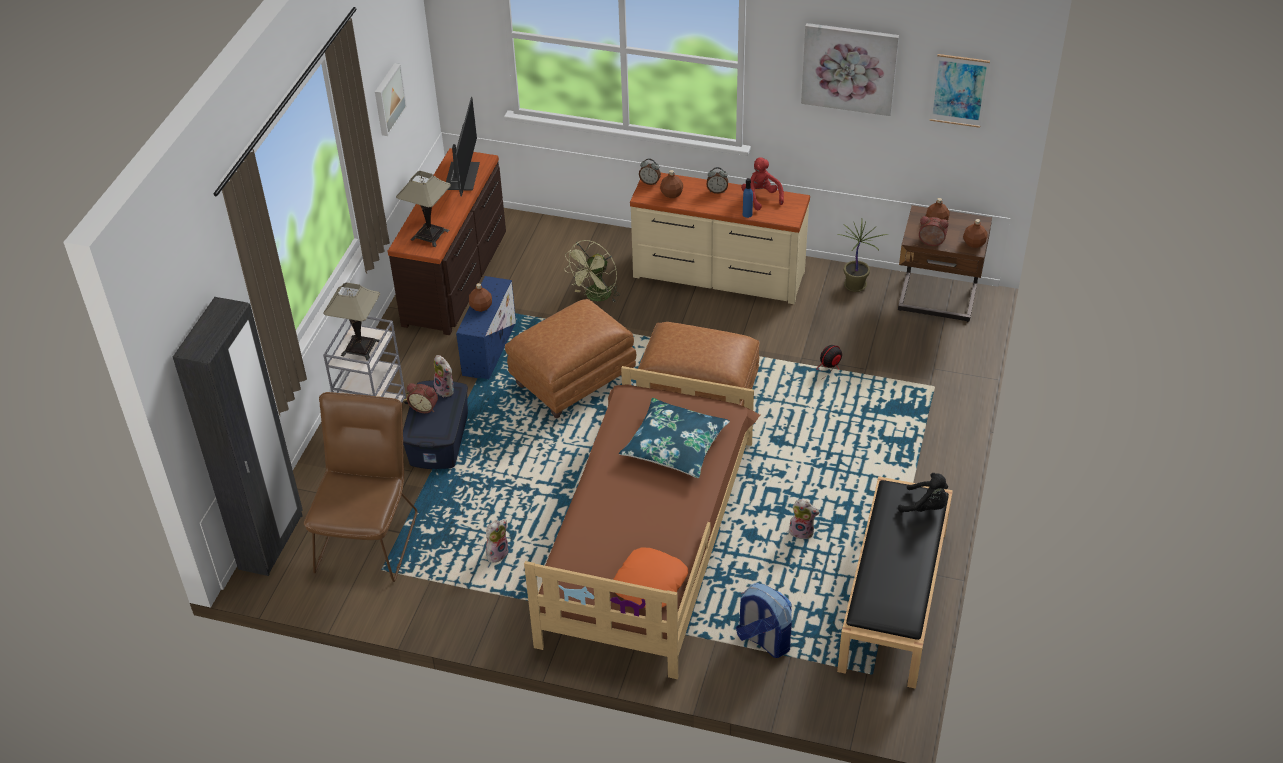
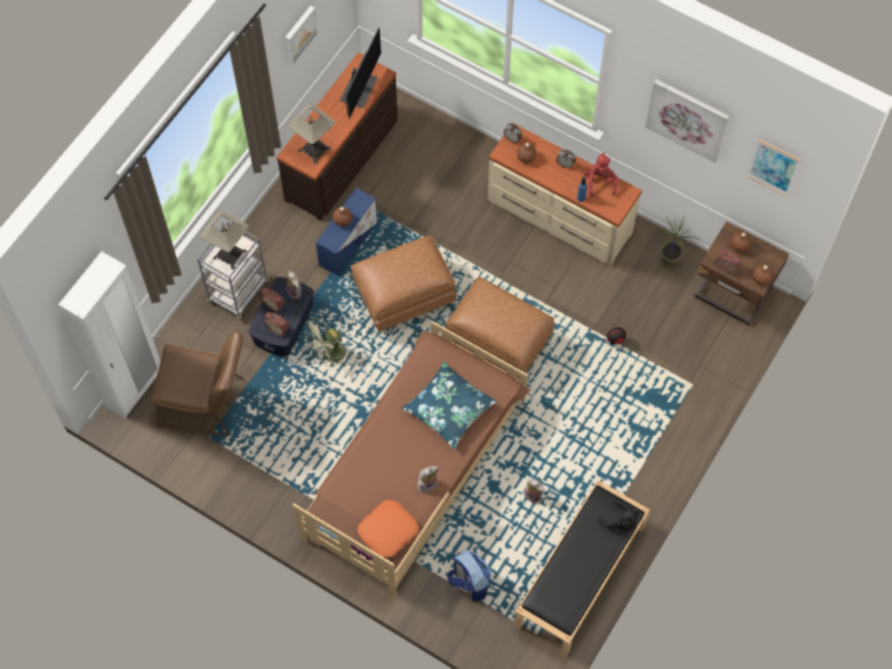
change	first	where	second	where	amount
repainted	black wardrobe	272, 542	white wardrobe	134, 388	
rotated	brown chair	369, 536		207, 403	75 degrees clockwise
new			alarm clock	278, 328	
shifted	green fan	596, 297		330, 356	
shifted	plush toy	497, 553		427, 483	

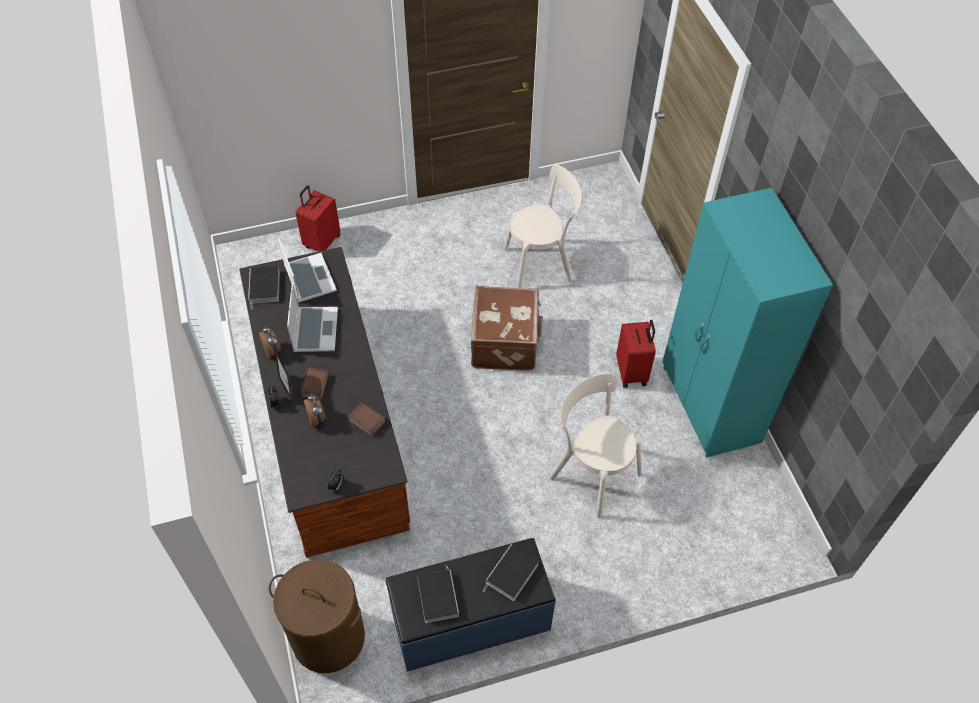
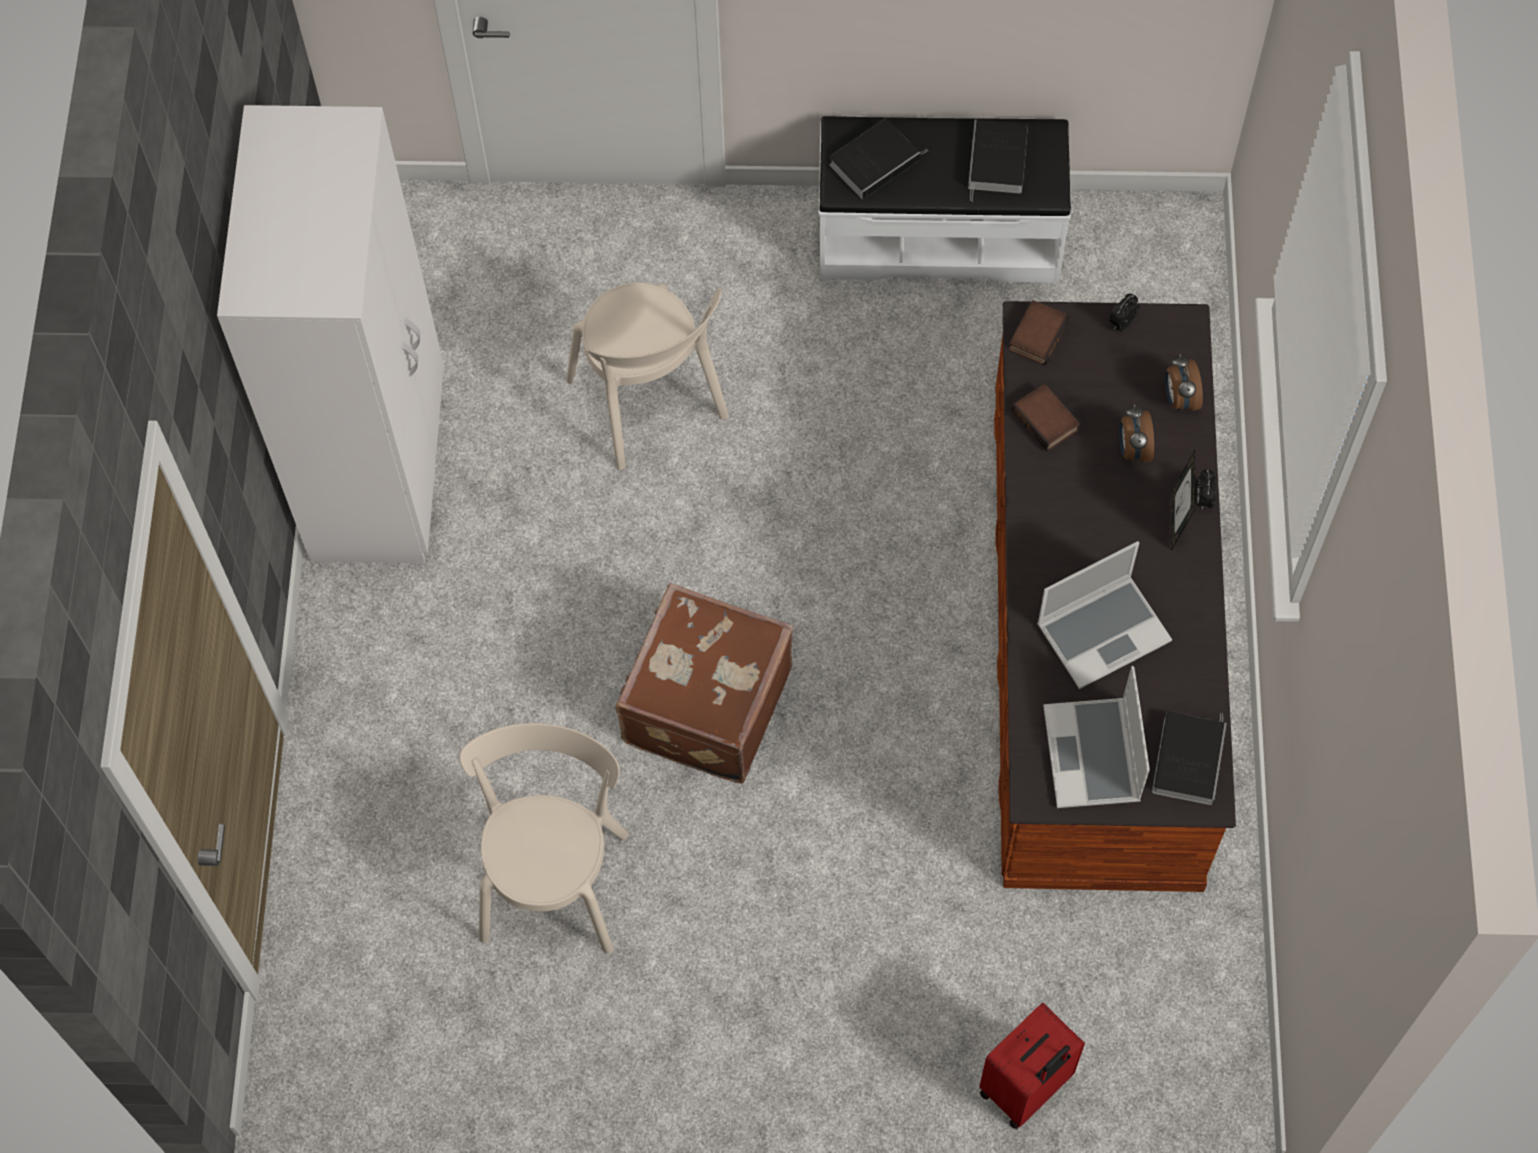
change	first	where	second	where	amount
repainted	turquoise wardrobe	709, 406	white wardrobe	380, 465	
rotated	beige chair	541, 263		555, 877	90 degrees clockwise
repainted	blue bench	471, 621	white bench	938, 234	
shifted	book	315, 386		1037, 335	
rotated	laptop	315, 330		1103, 631	135 degrees counterclockwise
shifted	alarm clock	273, 350		1179, 399	
gone	brown laundry basket	328, 637			
gone	red suitcase	632, 372			

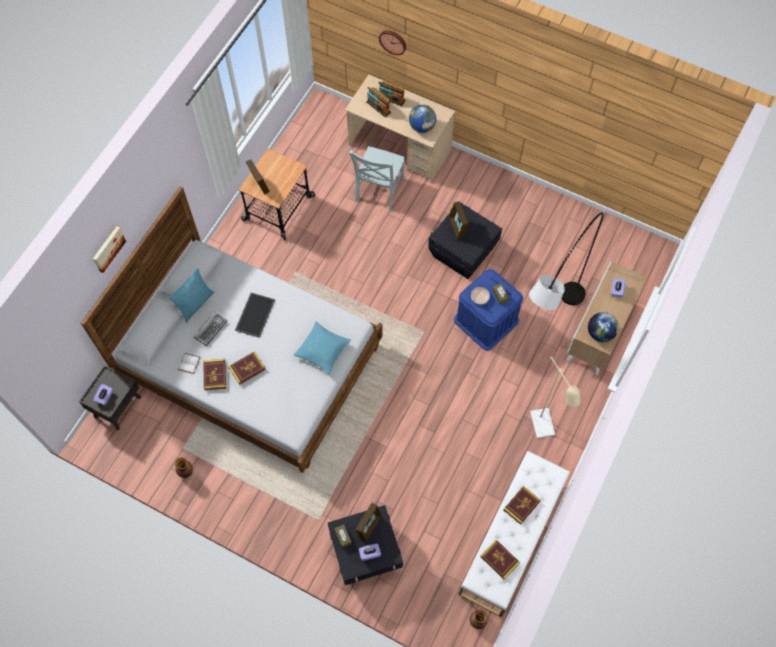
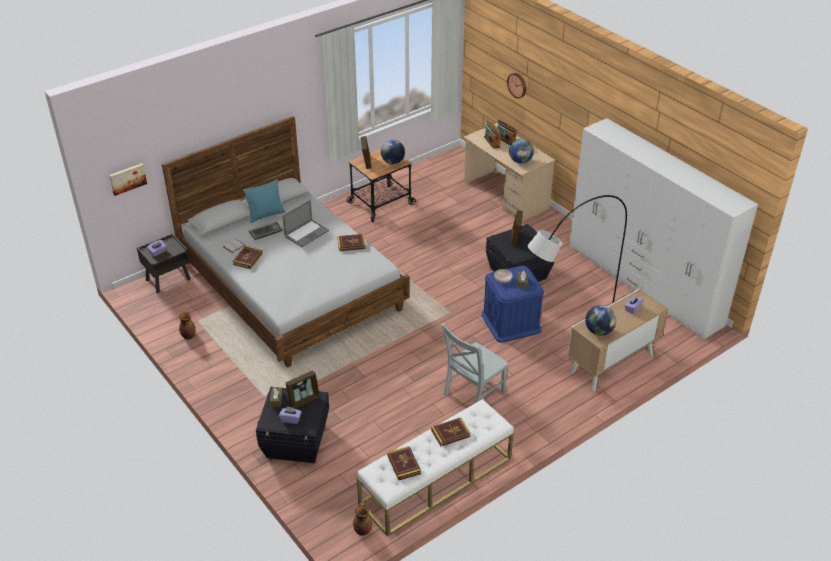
change	first	where	second	where	amount
shifted	picture	108, 248		127, 178	
swapped	tray	254, 314	laptop	306, 233	
shifted	book	247, 369		351, 244	
new			globe	393, 162	
shifted	grey chair	378, 190		472, 394	
new			white wardrobe	643, 284	
gone	turquoise pillow	322, 350			
gone	beige floor lamp	544, 429			

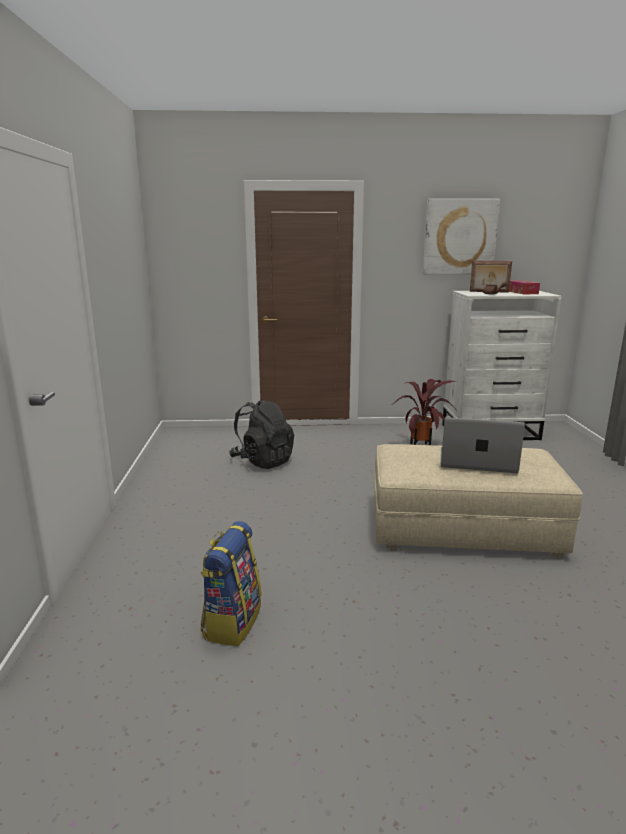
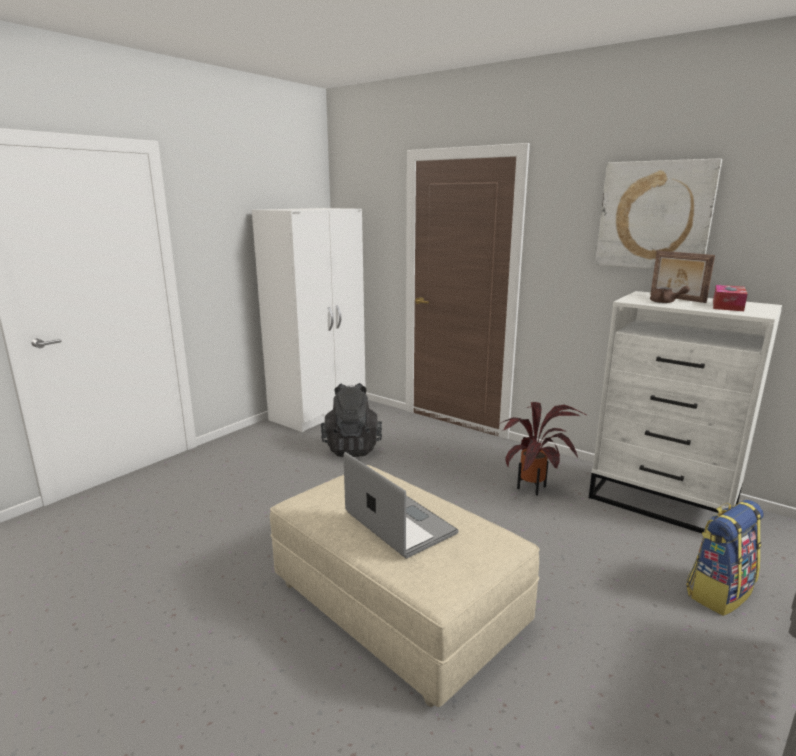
change	first	where	second	where	amount
new			white wardrobe	319, 412	
shifted	backpack	232, 621		718, 592	

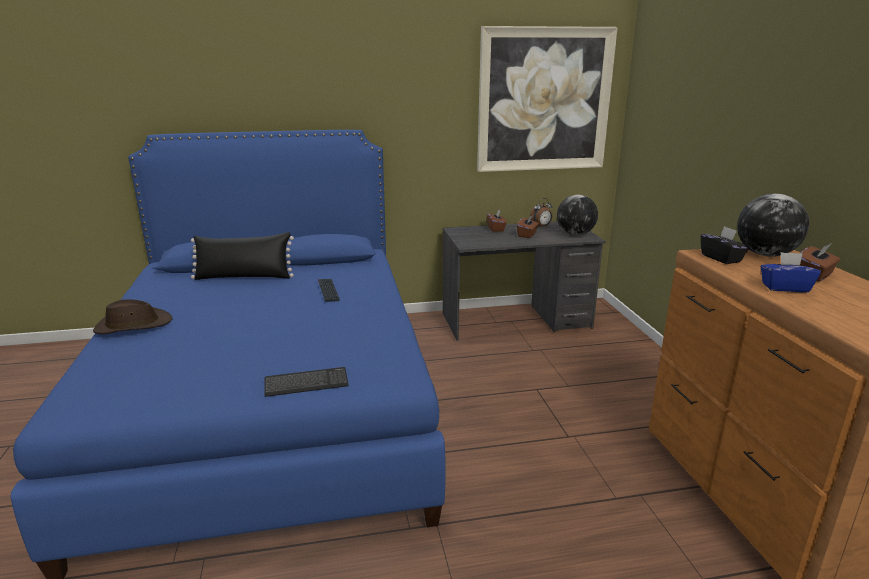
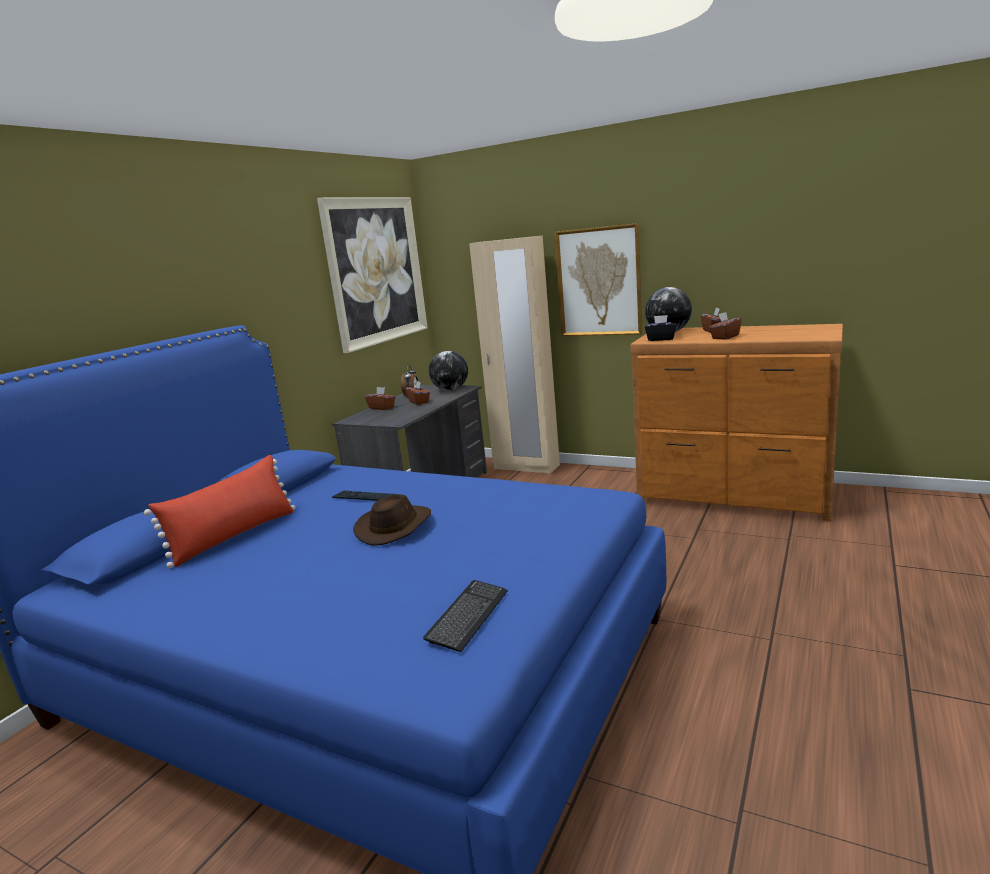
change	first	where	second	where	amount
repainted	black pillow	244, 277	red pillow	234, 536	
shifted	brown hat	133, 325		394, 527	
shifted	keyboard	306, 383		468, 616	
new			beige wardrobe	526, 467	
new			picture	599, 282	
repainted	blue tissue box	785, 287	brown tissue box	725, 337	

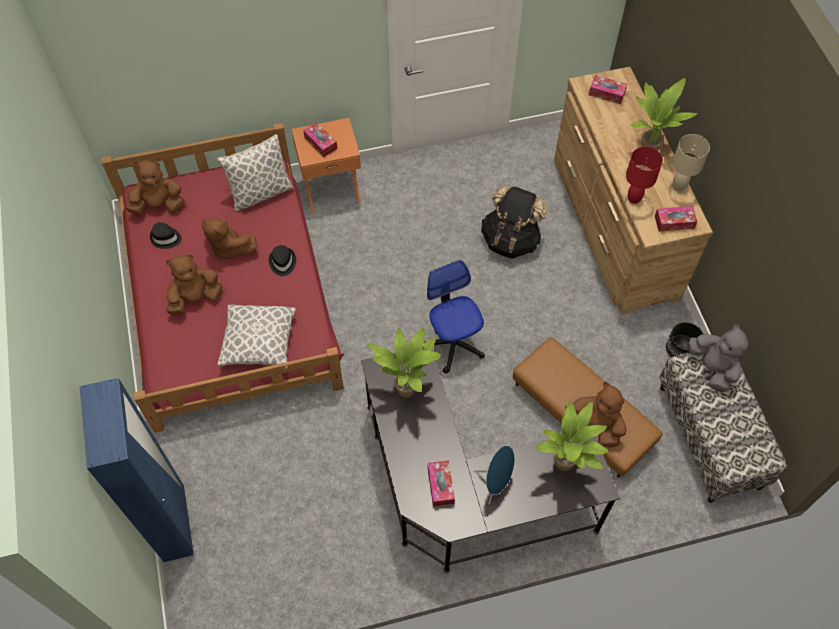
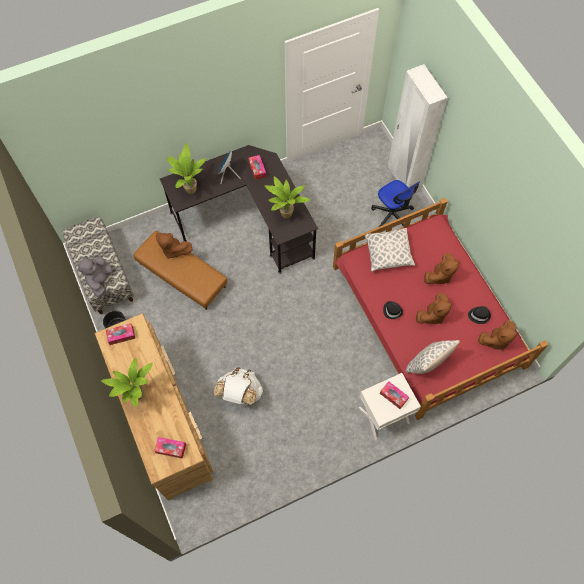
change	first	where	second	where	amount
rotated	grey plush toy	712, 368		100, 281	45 degrees clockwise
repainted	black backpack	510, 240	white backpack	240, 394	
repainted	orange nightstand	331, 188	white nightstand	384, 416	
shifted	office chair	453, 343		392, 214	
repainted	blue wardrobe	175, 524	white wardrobe	403, 179	
rotated	brown plush toy	229, 248		432, 315	120 degrees clockwise
gone	red table lamp	633, 198			
gone	beige table lamp	679, 186			

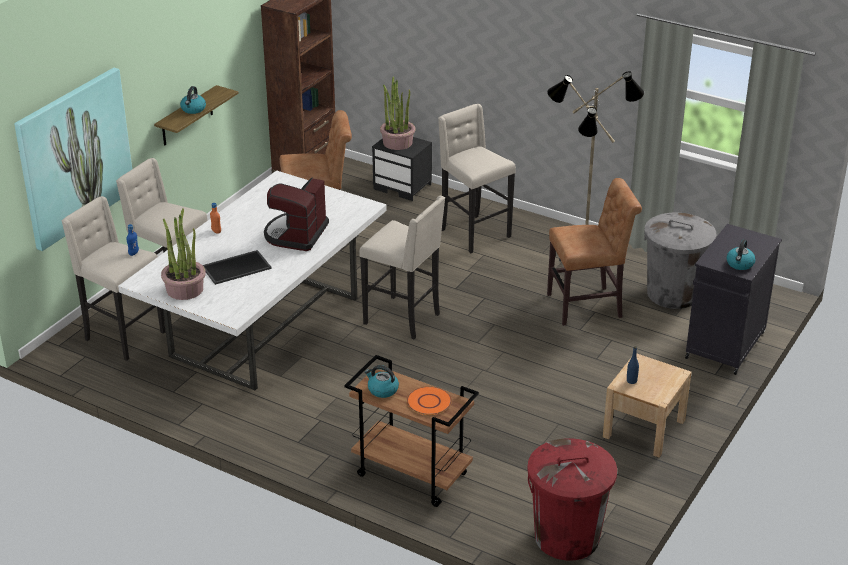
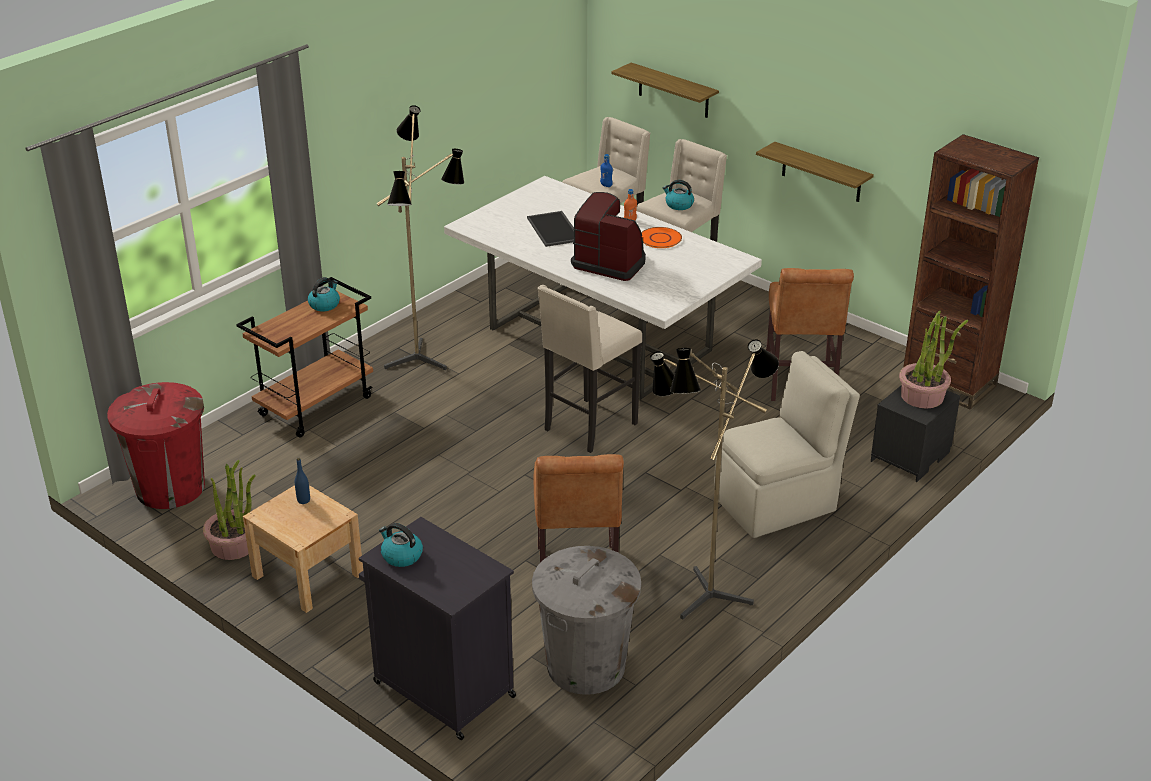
change	first	where	second	where	amount
shifted	potted plant	185, 289		234, 545	
new			floor lamp	425, 359	
swapped	picture	74, 157	shelf	673, 91	
shifted	orange plate	429, 401		660, 238	
shifted	kettle	193, 109		678, 205	
swapped	beige stool	473, 233	beige chair	778, 503	

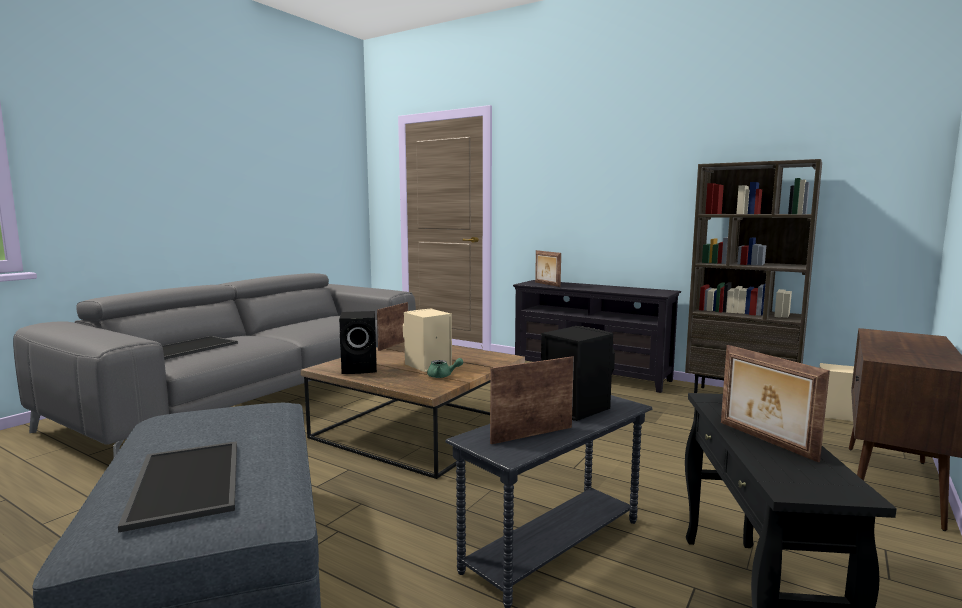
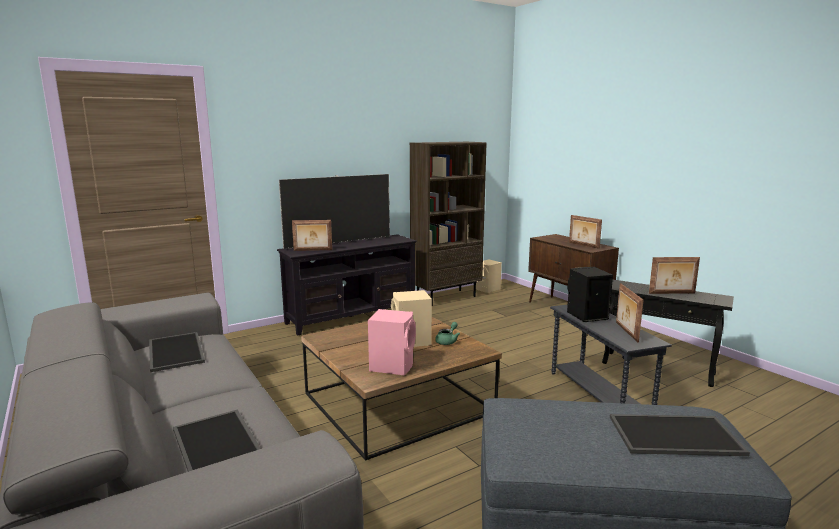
change	first	where	second	where	amount
new			tray	174, 351	
new			television	339, 242	
repainted	black speaker	361, 368	pink speaker	392, 366	
shifted	picture frame	393, 345		583, 245	

